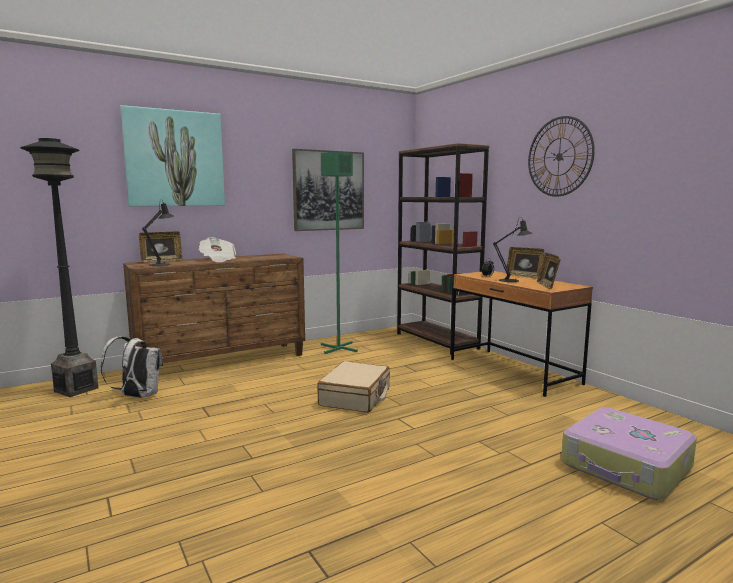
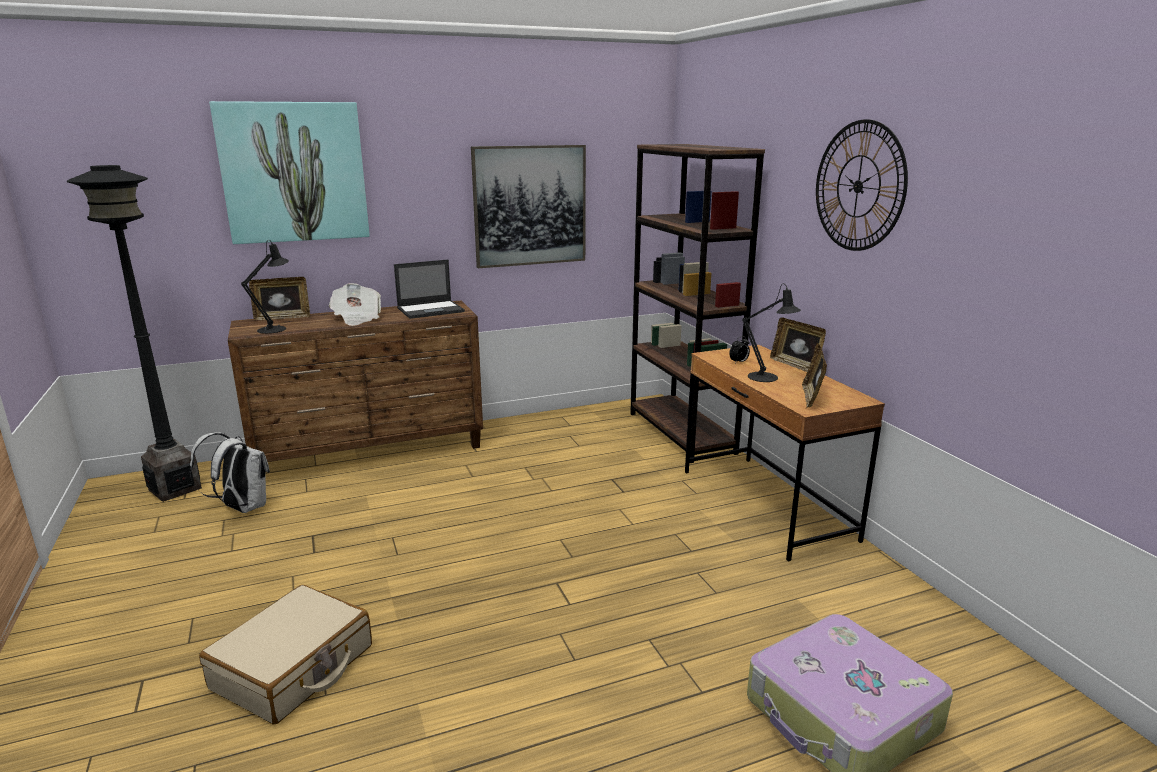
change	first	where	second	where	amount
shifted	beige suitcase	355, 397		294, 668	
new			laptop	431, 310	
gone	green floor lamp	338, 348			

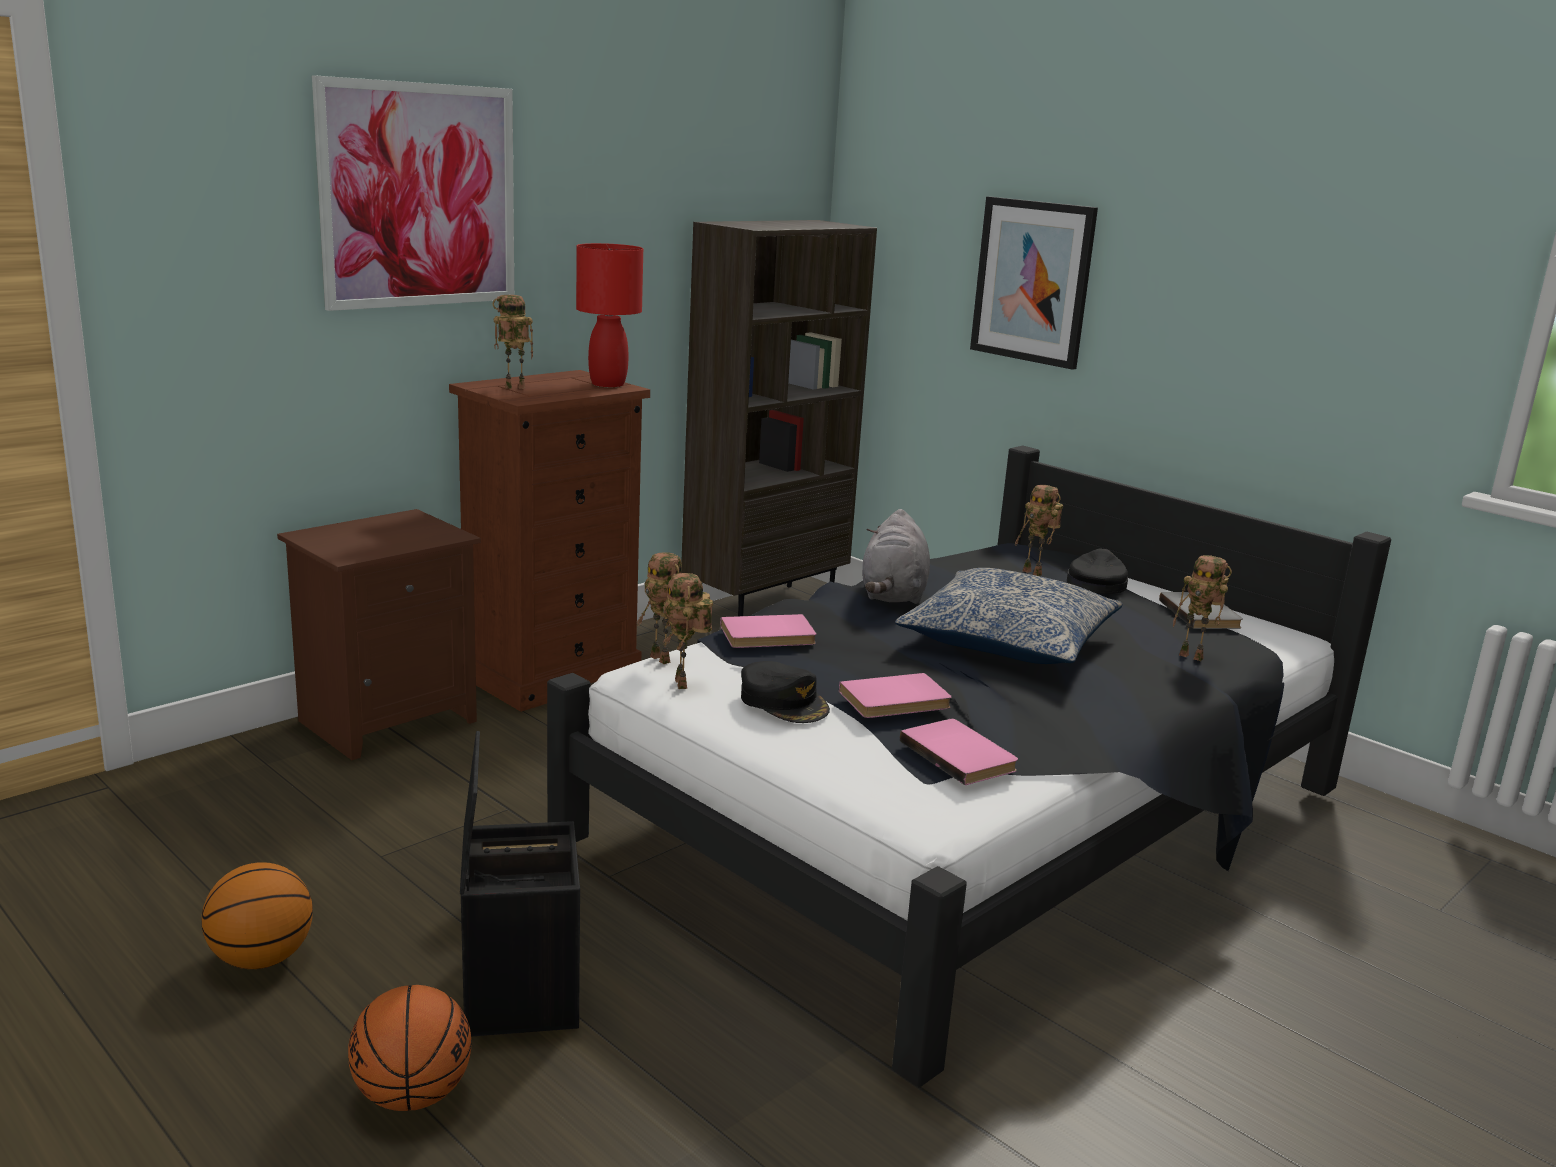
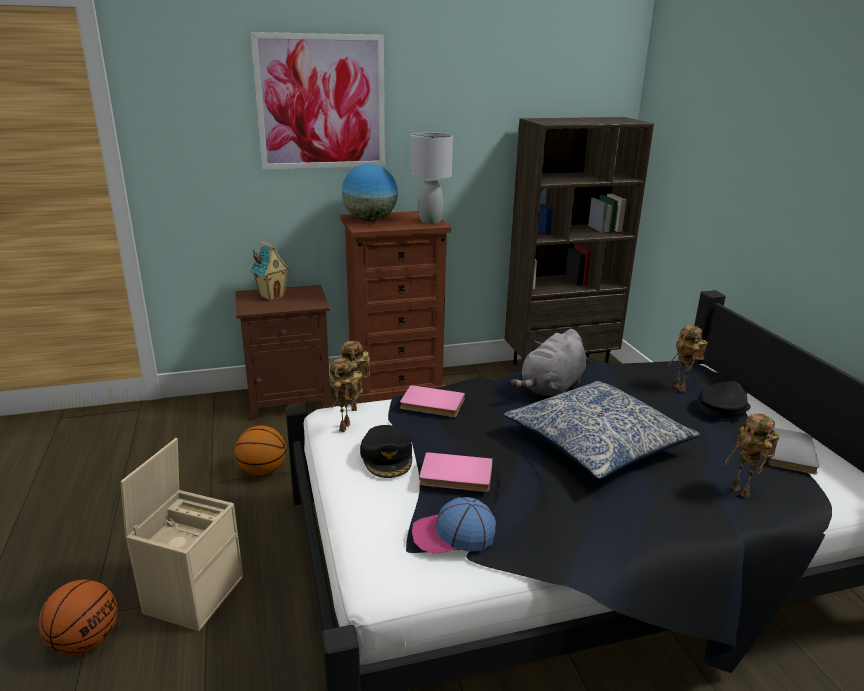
change	first	where	second	where	amount
repainted	black storage box	518, 990	beige storage box	194, 593	
shifted	basketball	261, 959		262, 470	
new			toy house	272, 296	
swapped	toy robot	513, 388	globe	370, 220	
repainted	red table lamp	608, 384	grey table lamp	431, 221	
swapped	pink book	961, 755	cap	453, 534	
gone	picture	1033, 281			

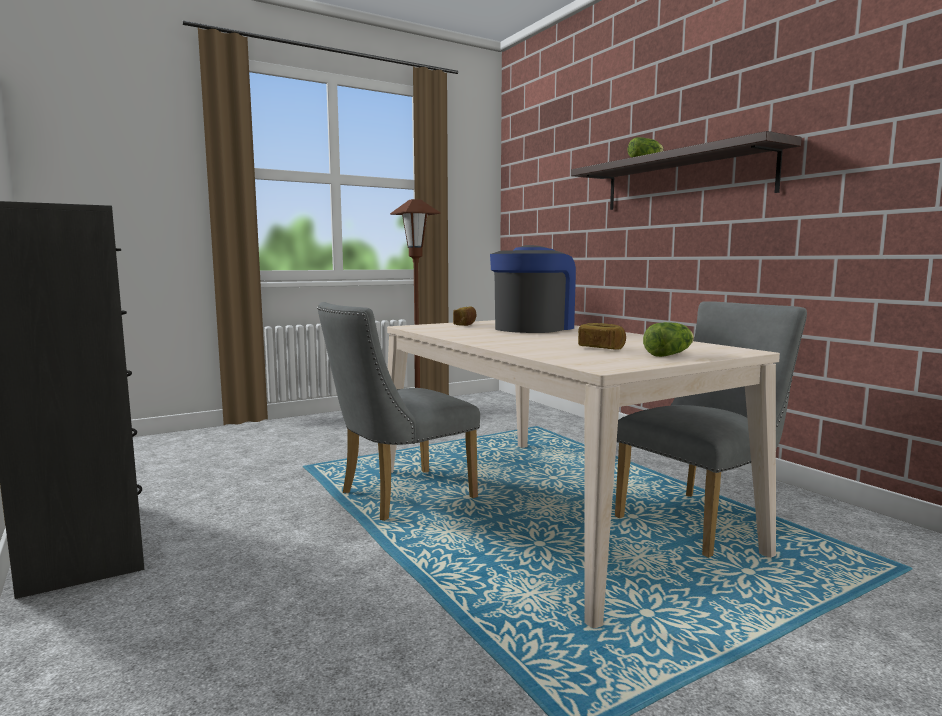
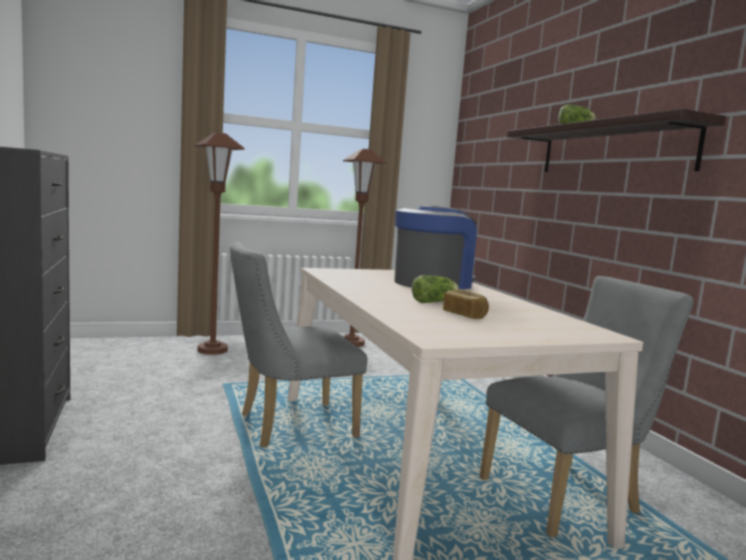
change	first	where	second	where	amount
new			brown floor lamp	212, 350	
shifted	lettuce	670, 354		435, 302	
gone	bread	465, 324			

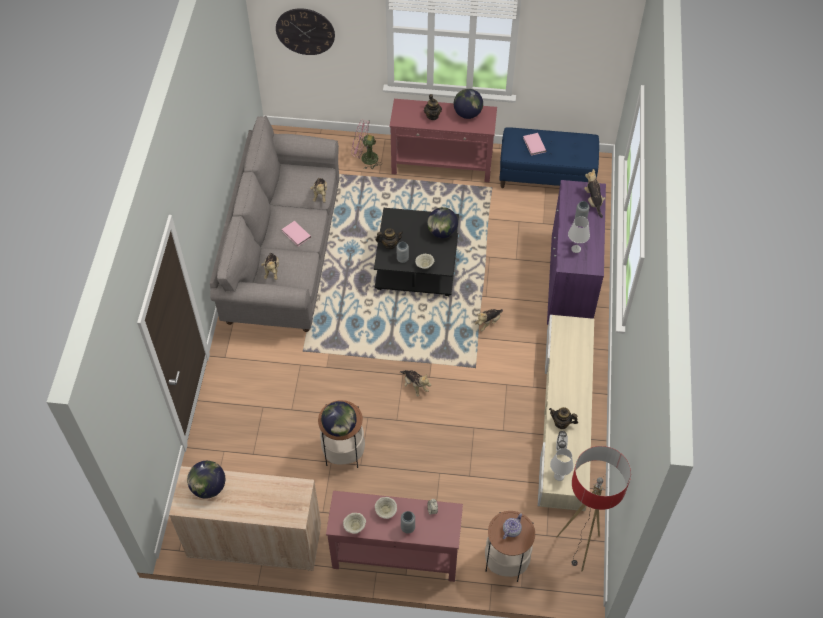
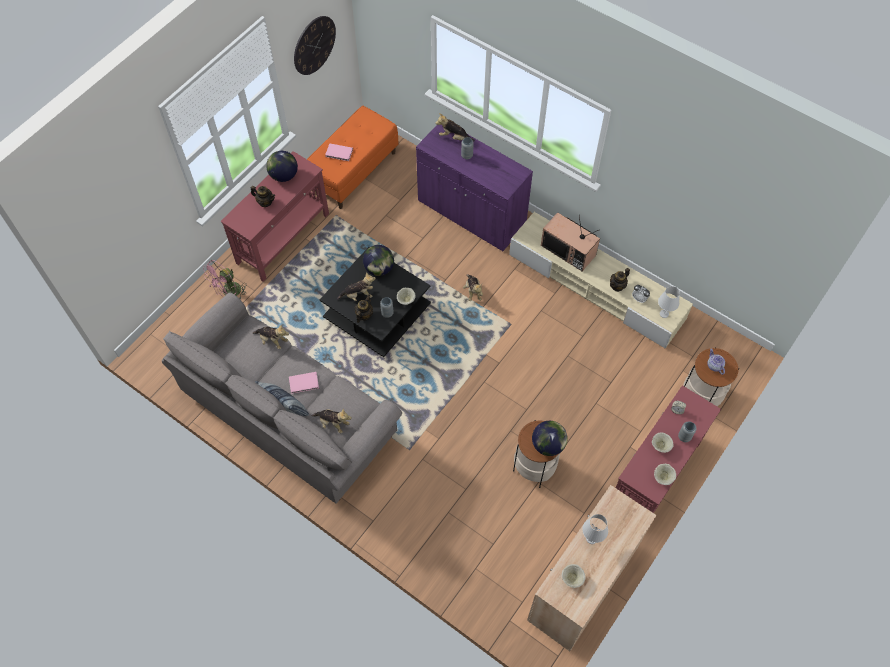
change	first	where	second	where	amount
new			pillow	286, 407	
shifted	wall clock	305, 31		314, 45	
repainted	blue bench	546, 176	orange bench	353, 171	
shifted	plush toy	414, 385		358, 295	
new			television	569, 250	
swapped	globe	209, 487	beige bowl	572, 578	
shifted	white table lamp	576, 249		591, 538	
gone	floor lamp	579, 548			

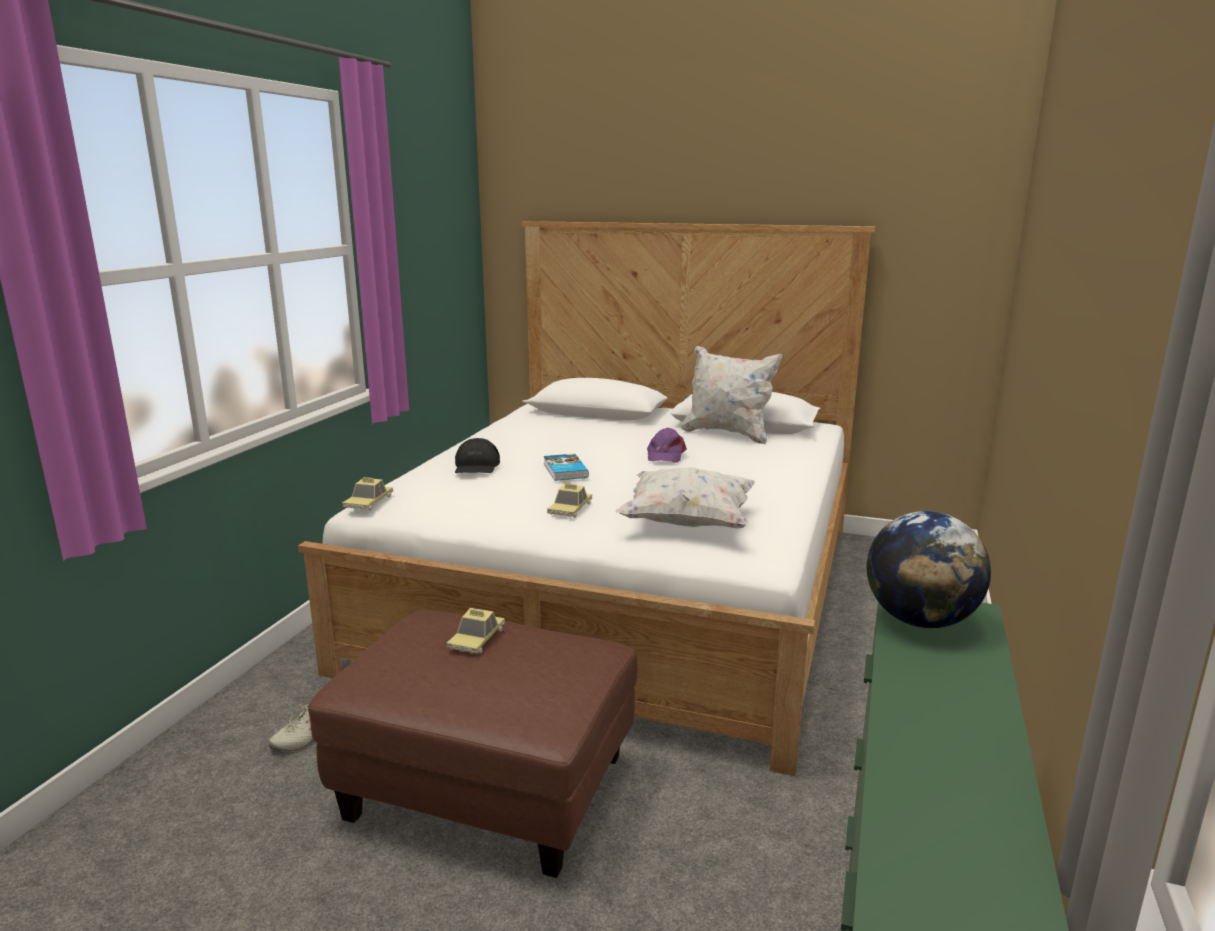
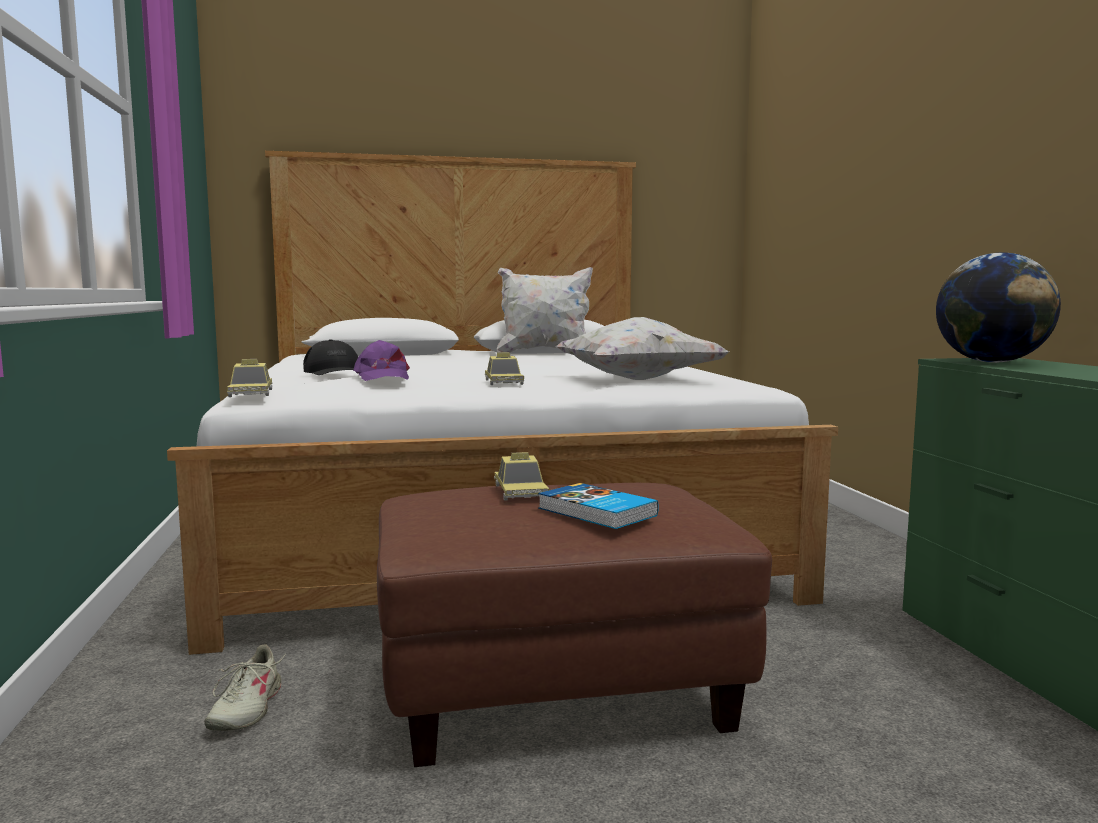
change	first	where	second	where	amount
shifted	purple cap	665, 455		382, 377	
shifted	book	564, 470		596, 512	

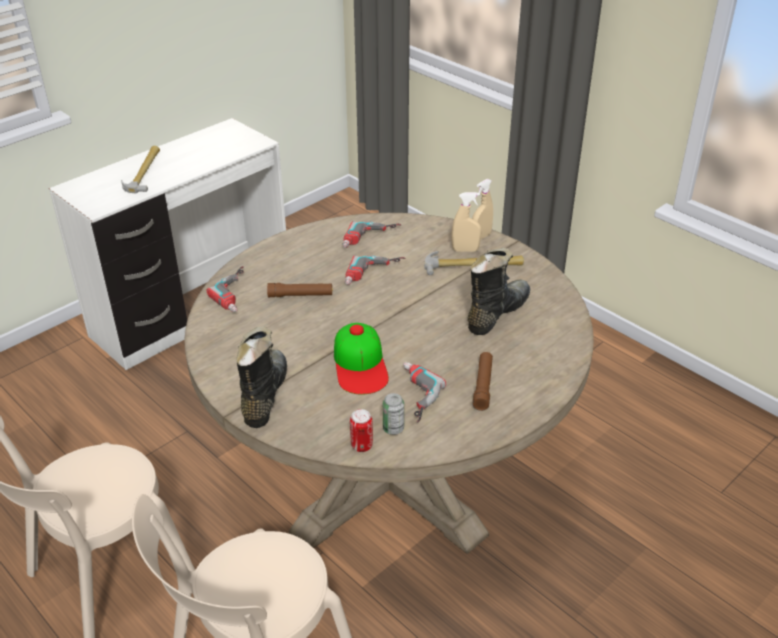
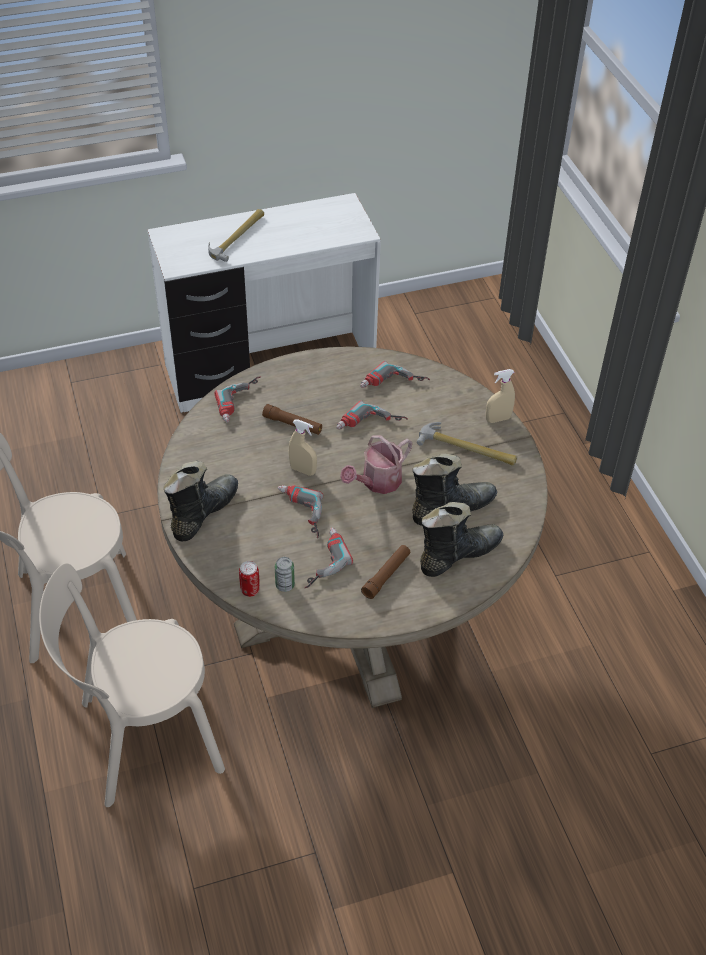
change	first	where	second	where	amount
swapped	cap	360, 364	power drill	298, 514	
shifted	beige spray bottle	465, 250		303, 470	
new			watering can	377, 482	
new			black boot	458, 555	

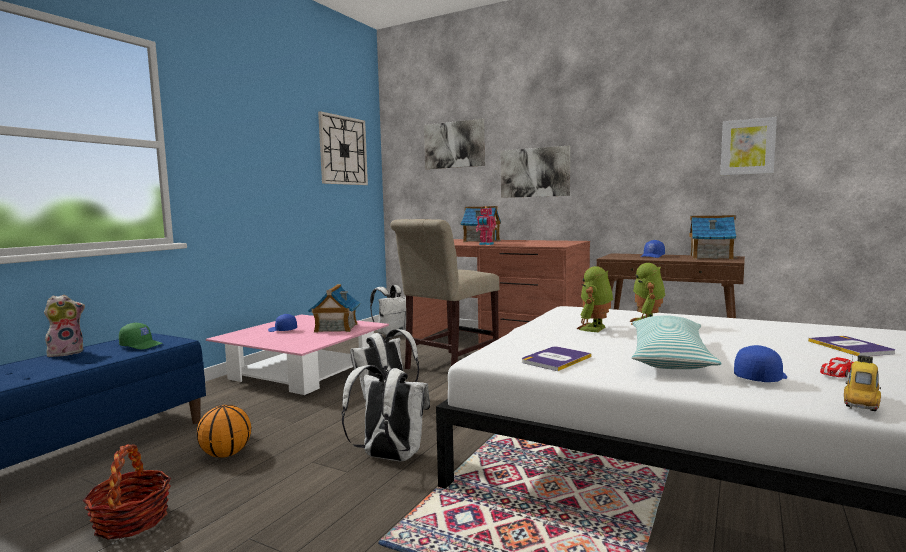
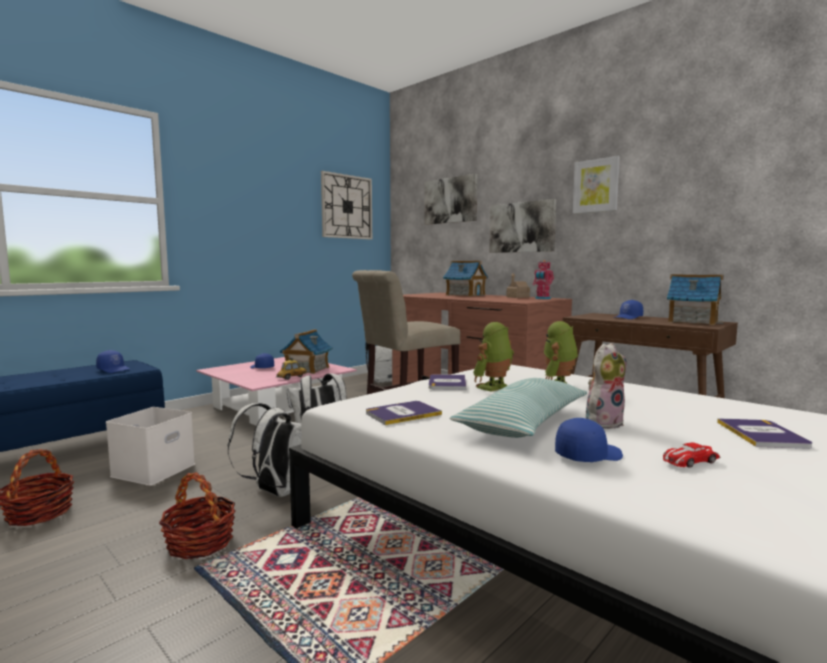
change	first	where	second	where	amount
repainted	green cap	142, 345	blue cap	114, 369	
swapped	basketball	226, 454	white storage box	154, 469	
new			basket	200, 543	
shifted	toy car	861, 403		292, 378	
new			book	447, 383	
new			toy house	517, 297	
shifted	toy robot	486, 244		542, 299	
shifted	picture	747, 147		596, 186	
shifted	plush toy	66, 353		603, 423	

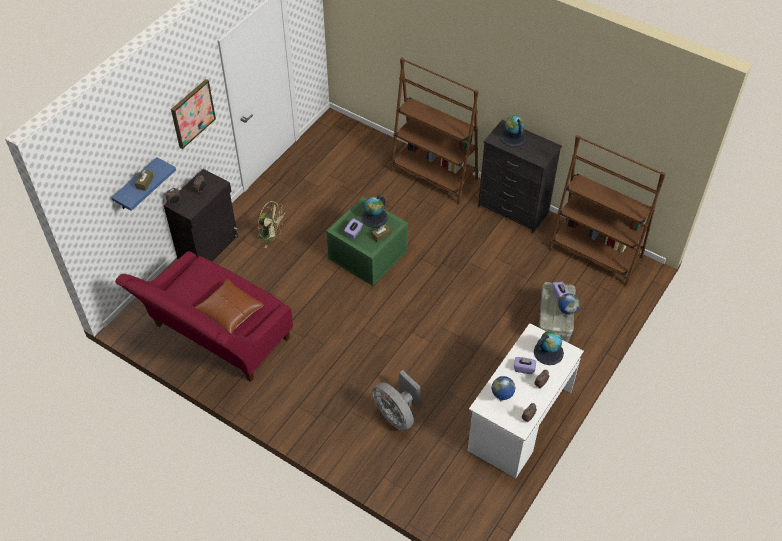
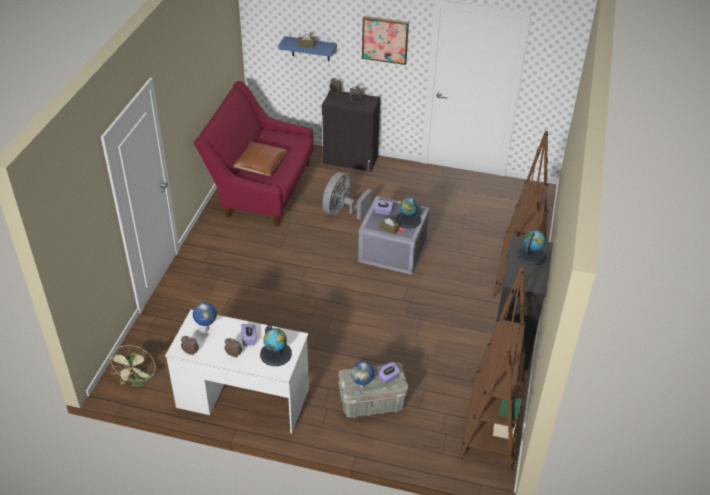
change	first	where	second	where	amount
shifted	green fan	271, 236		139, 383	
shifted	grey fan	396, 414		342, 211	
repainted	green storage box	366, 254	grey storage box	392, 249	

